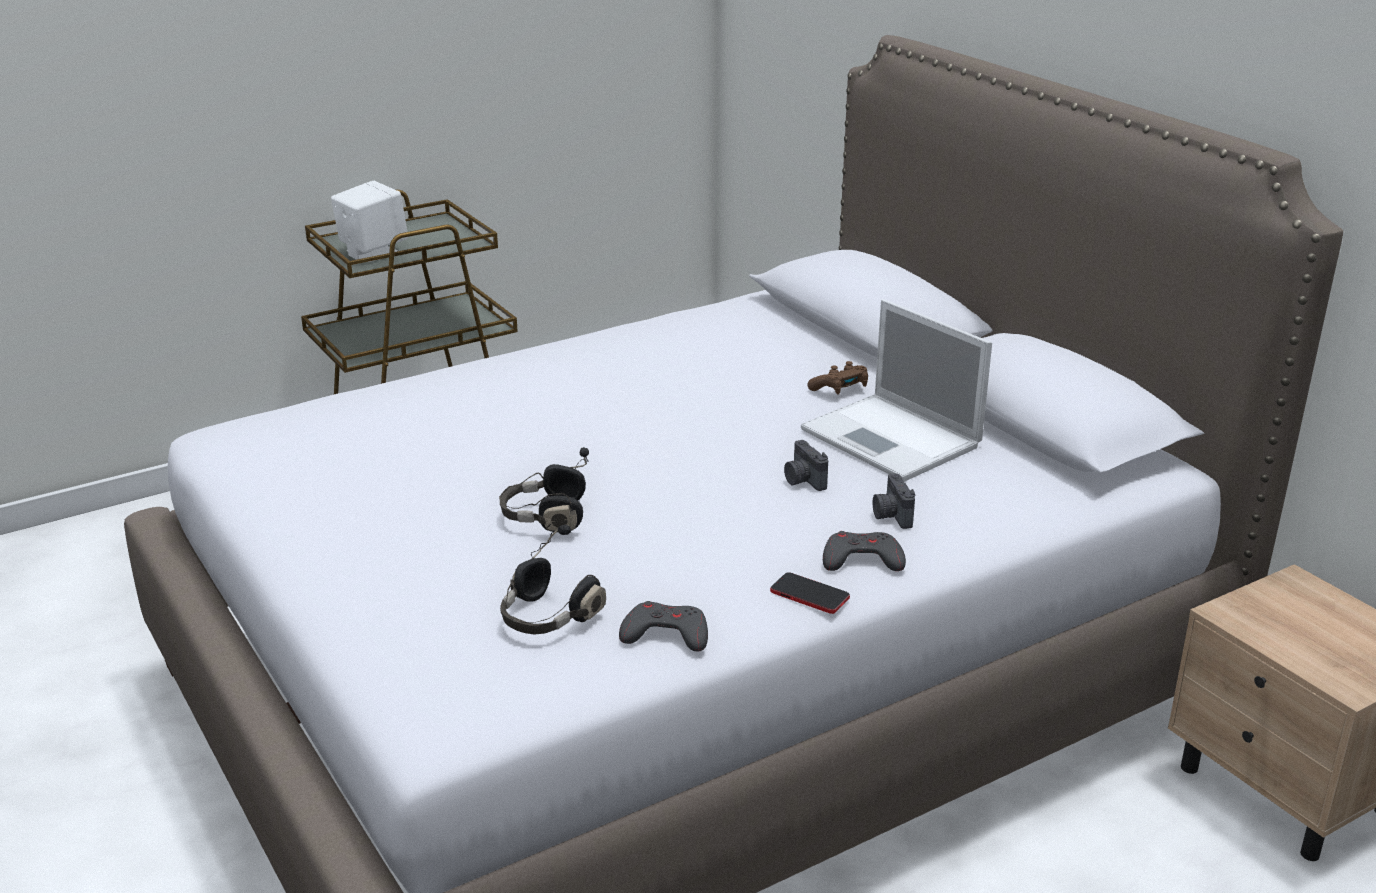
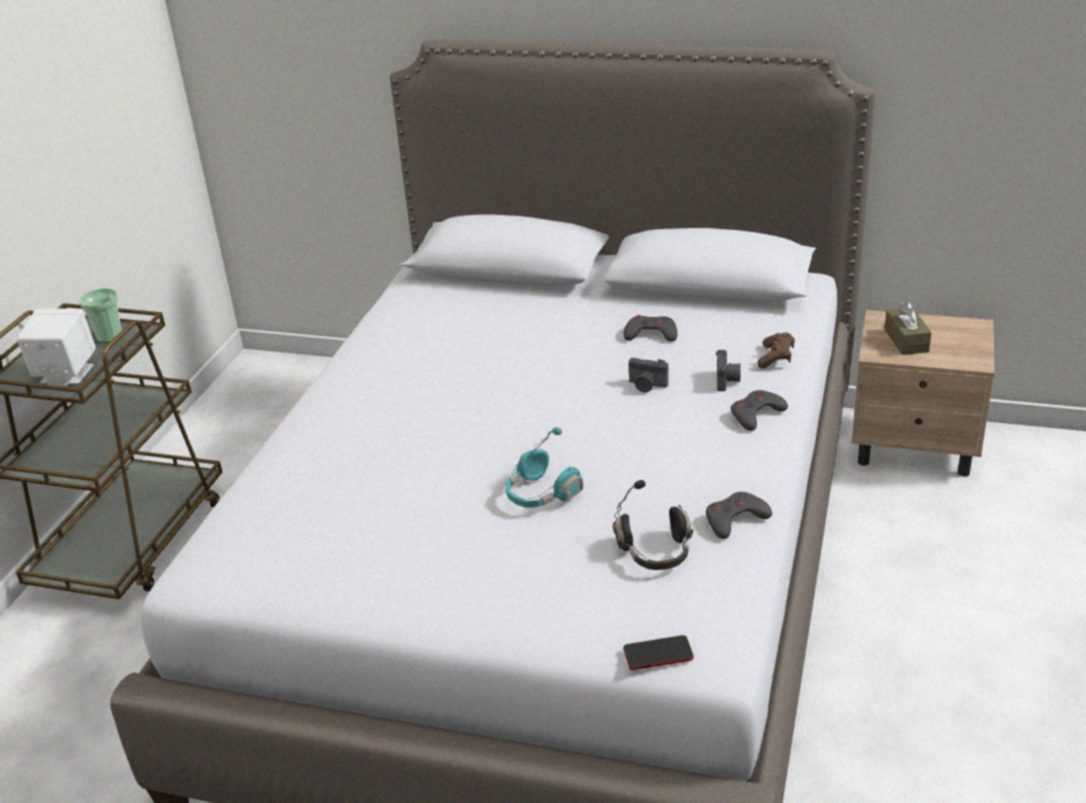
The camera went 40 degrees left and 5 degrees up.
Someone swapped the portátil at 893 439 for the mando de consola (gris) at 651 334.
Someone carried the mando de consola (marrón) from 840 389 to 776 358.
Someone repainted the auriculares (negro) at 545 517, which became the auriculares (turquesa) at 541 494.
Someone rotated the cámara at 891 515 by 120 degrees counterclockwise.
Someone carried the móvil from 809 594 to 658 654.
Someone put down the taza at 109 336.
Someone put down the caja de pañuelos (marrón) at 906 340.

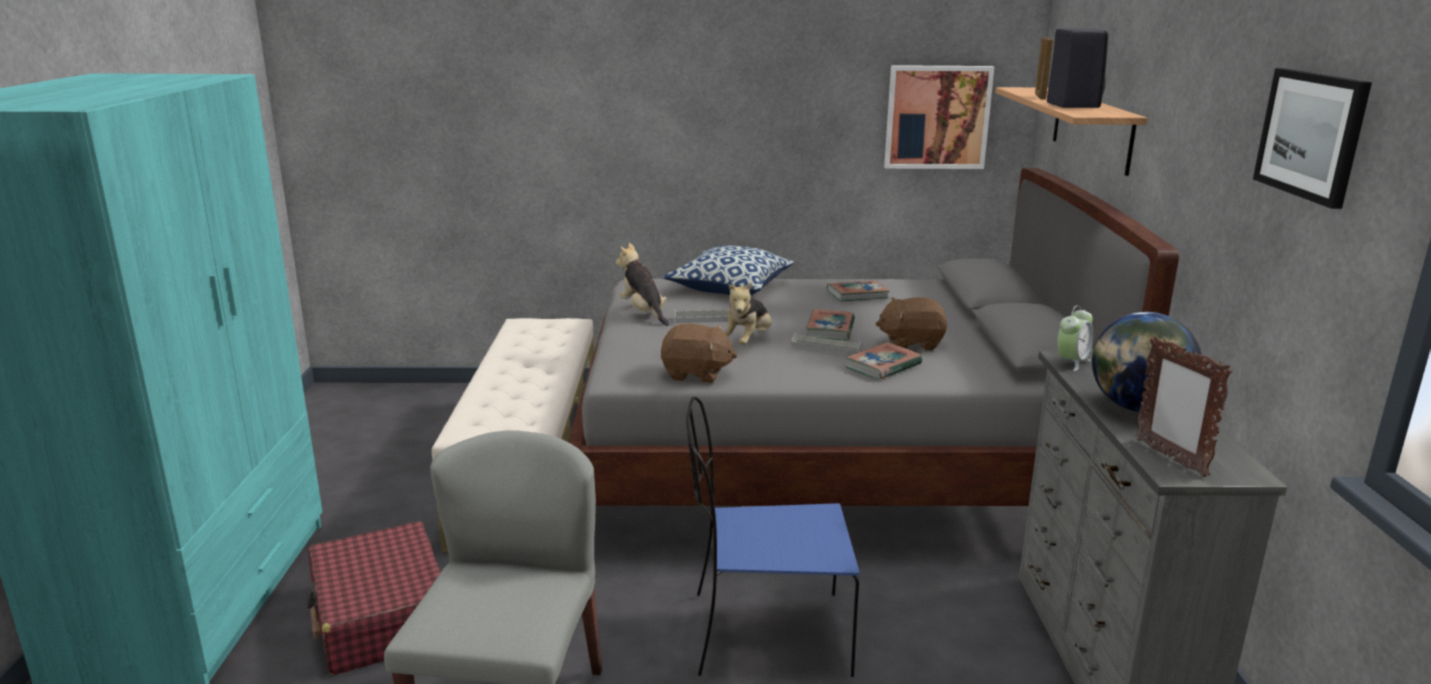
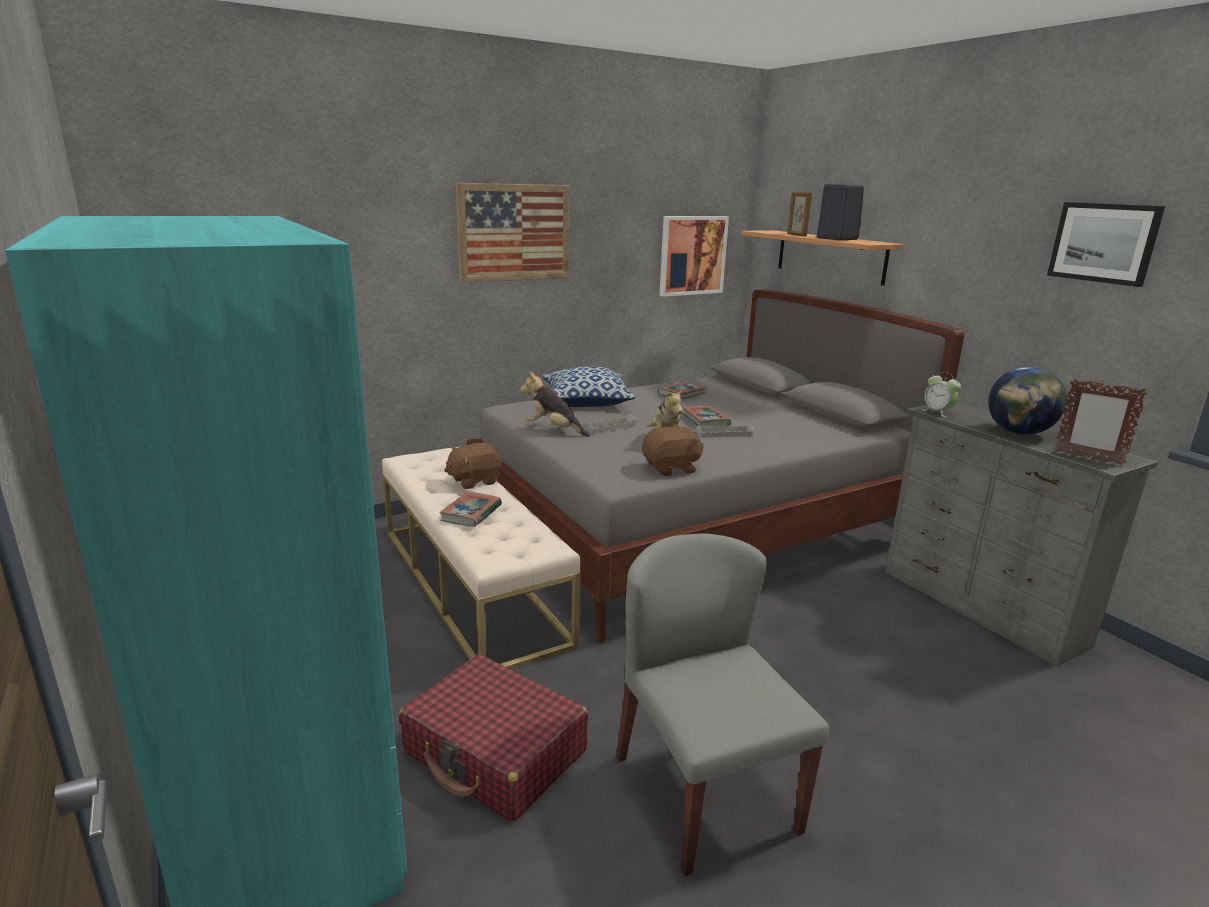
The camera went 30 degrees left and 0 degrees up.
Someone carried the peluche (marrón) from 911 343 to 474 481.
Someone rotated the despertador at 1071 362 by 135 degrees clockwise.
Someone carried the libro from 883 366 to 471 513.
Someone took away the silla (azul) at 765 634.
Someone put up the cuadro at 514 232.

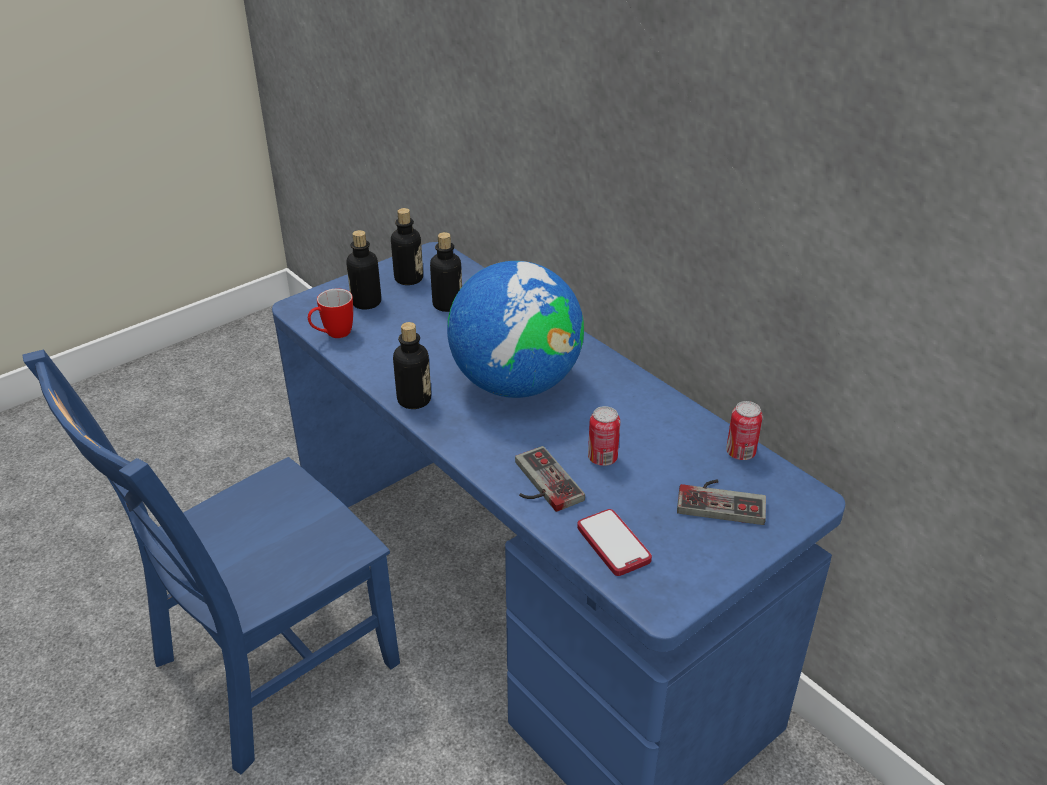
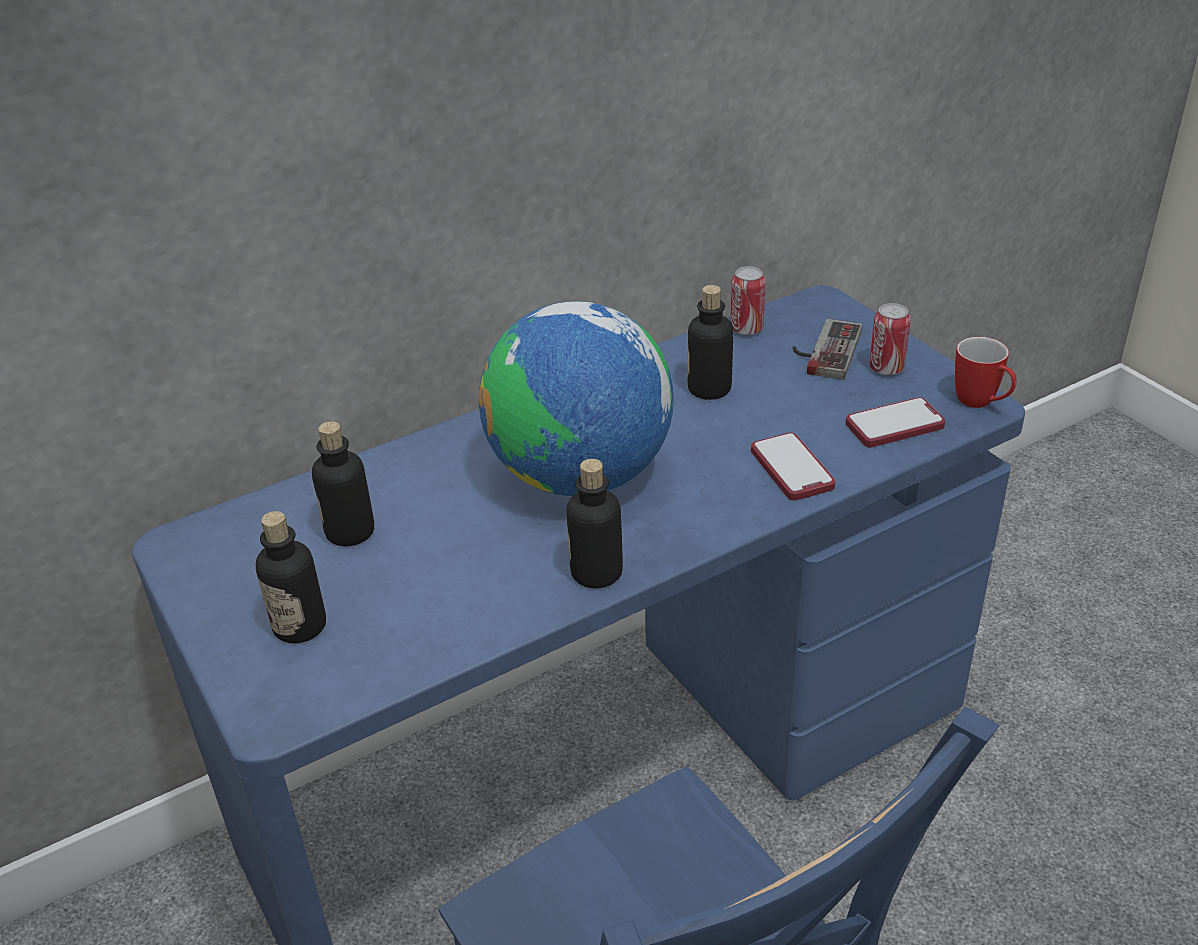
The camera went 80 degrees left and 0 degrees up.
Someone carried the botella from 408 278 to 709 389.
Someone carried the taza grande from 333 335 to 981 403.
Someone carried the lata from 602 458 to 886 368.
Someone swapped the mando de consola at 540 484 for the móvil at 792 469.

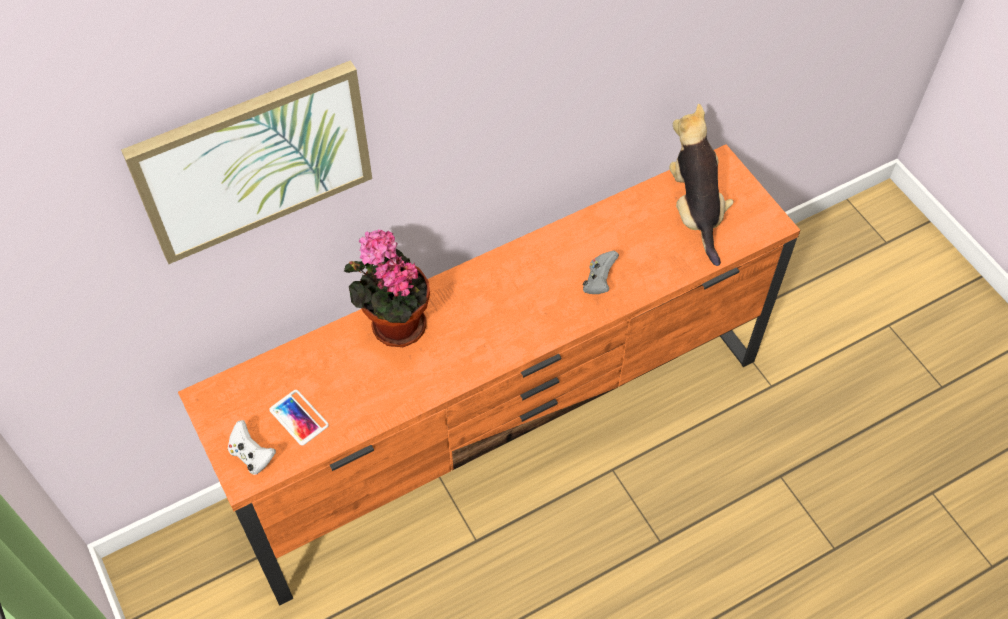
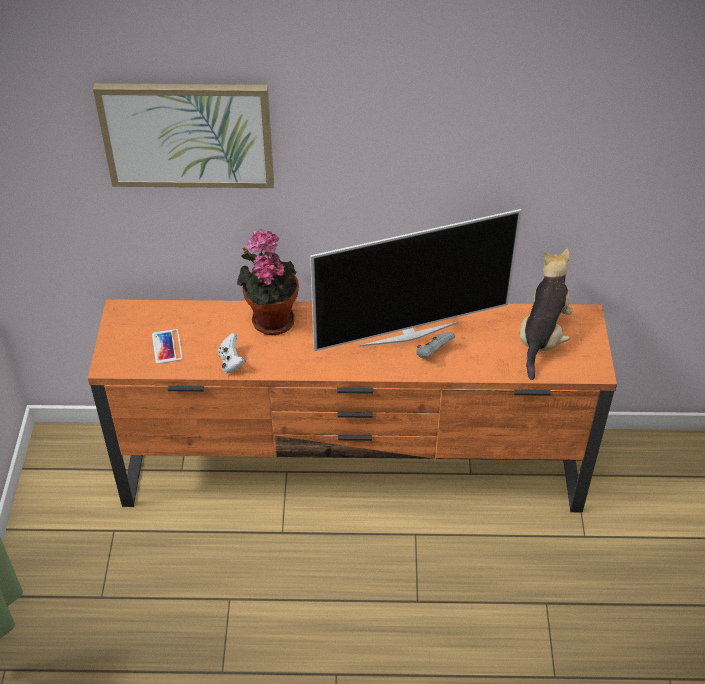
The camera went 30 degrees right and 10 degrees down.
Someone carried the mando de consola (blanco) from 252 456 to 231 362.
Someone put down the televisor at 408 333.

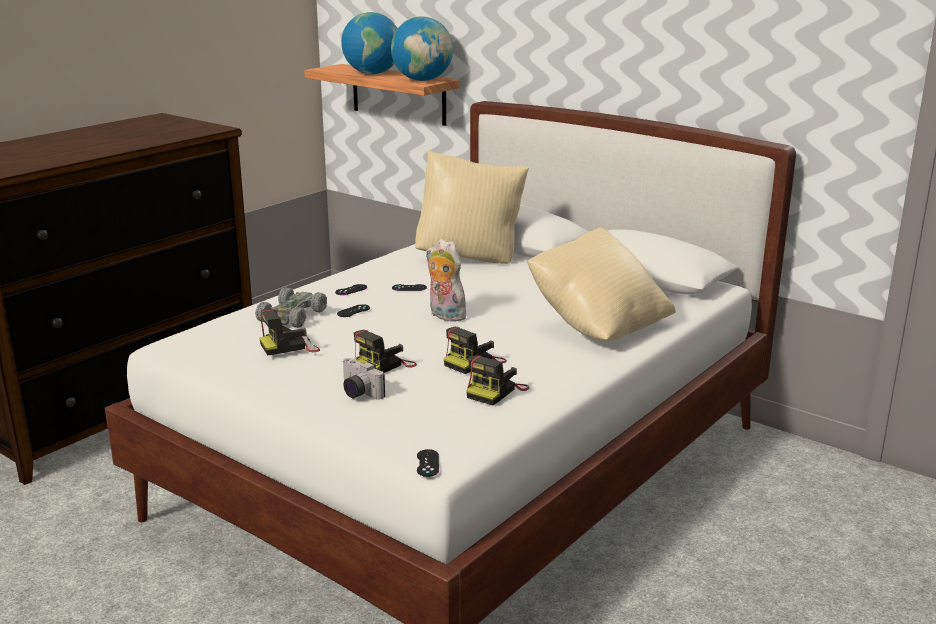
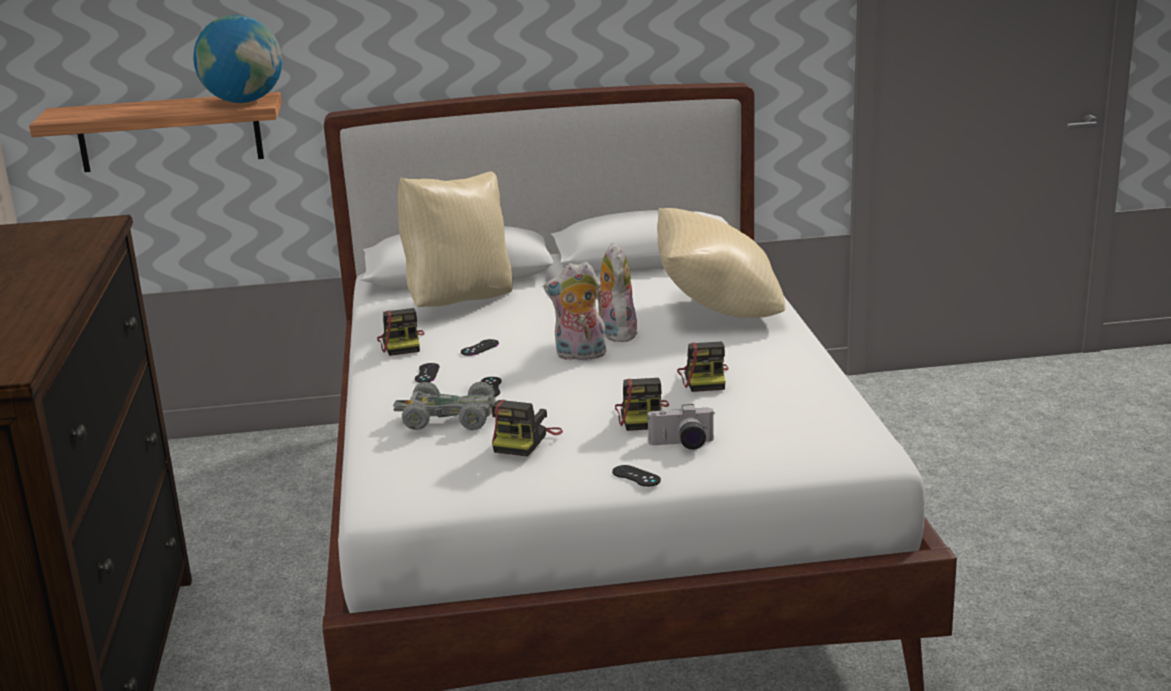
The camera went 45 degrees left and 0 degrees up.
Someone took away the globo terráqueo at 372 73.
Someone rotated the coche de juguete (gris) at 292 317 by 120 degrees clockwise.
Someone carried the cámara from 496 391 to 402 344.
Someone carried the mando de consola (negro) from 427 463 to 636 476.
Someone put down the peluche at 615 333.

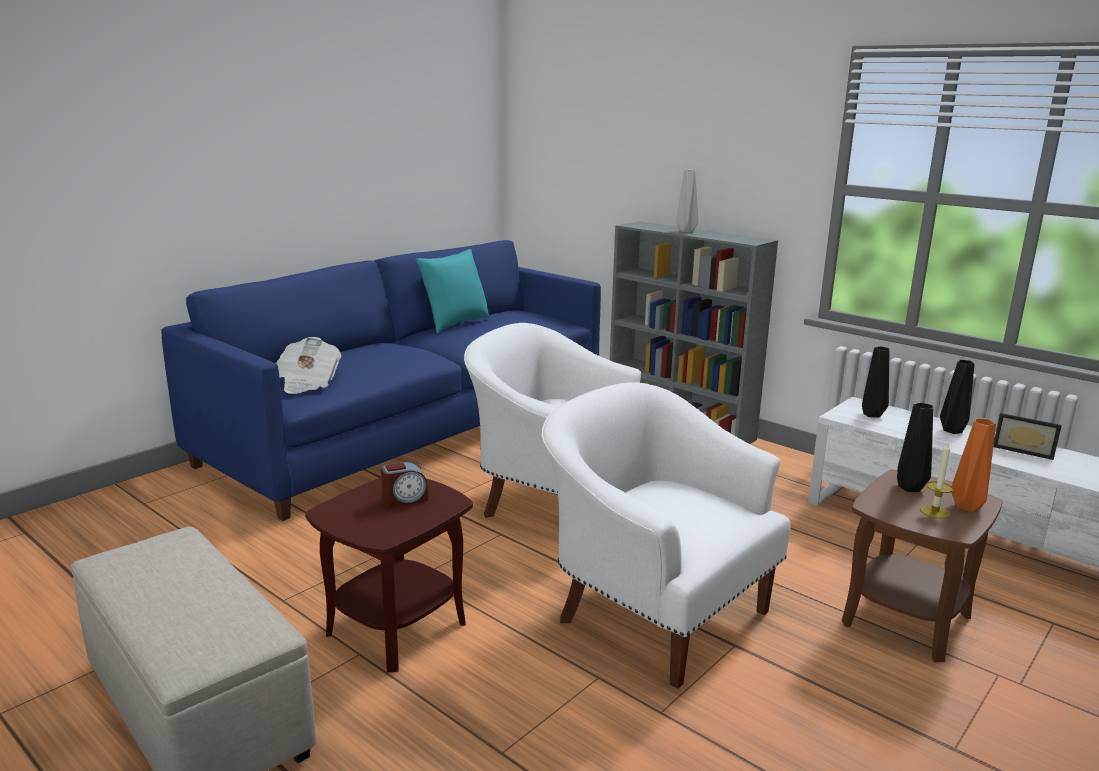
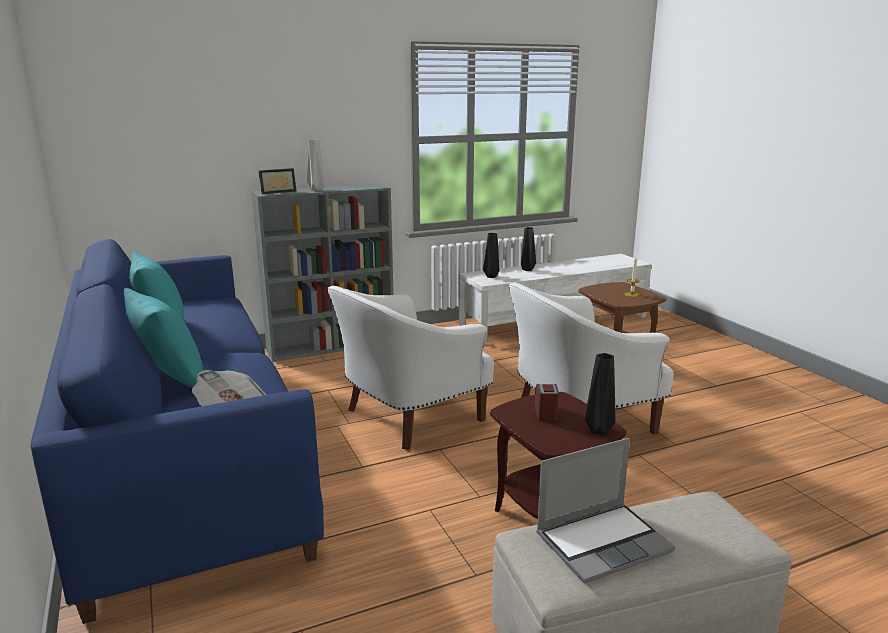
The camera went 65 degrees left and 0 degrees up.
Someone carried the florero (negro) from 910 488 to 600 431.
Someone carried the portarretratos from 1023 450 to 277 192.
Someone took away the florero (naranja) at 968 507.
Someone put down the cojín (turquesa) at 170 382.
Someone put down the portátil at 603 542.

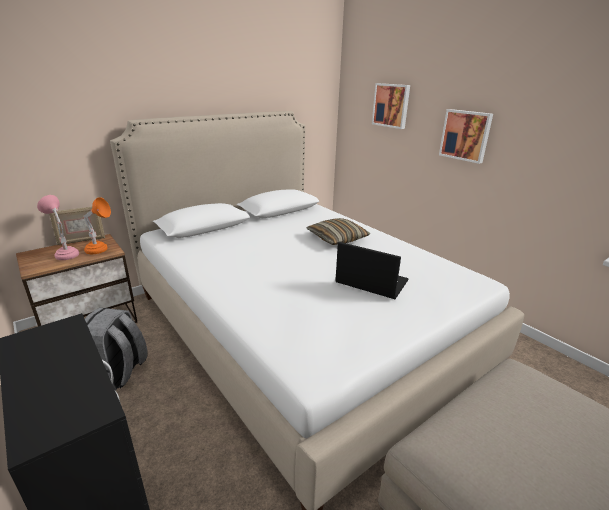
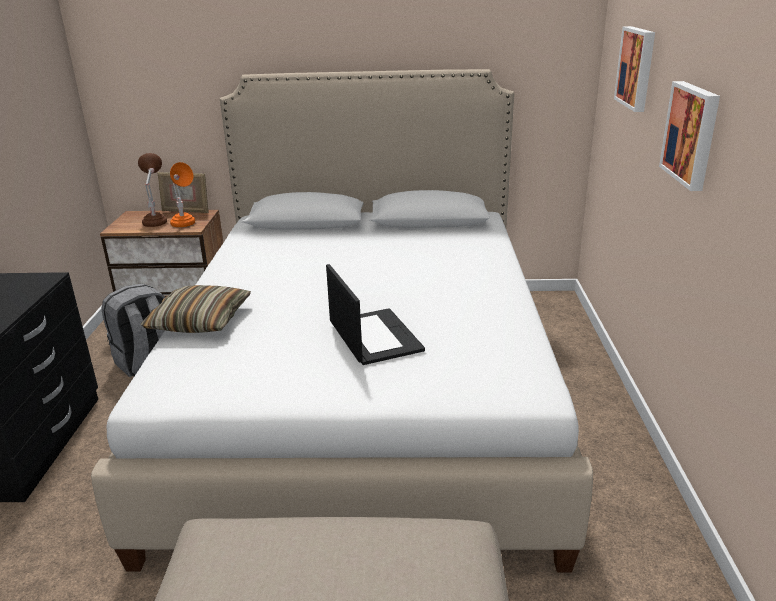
The camera went 40 degrees right and 0 degrees up.
Someone repainted the lámpara de mesa (rosa) at 65 253, which became the lámpara de mesa (marrón) at 156 220.
Someone carried the cojín from 337 238 to 200 321.

